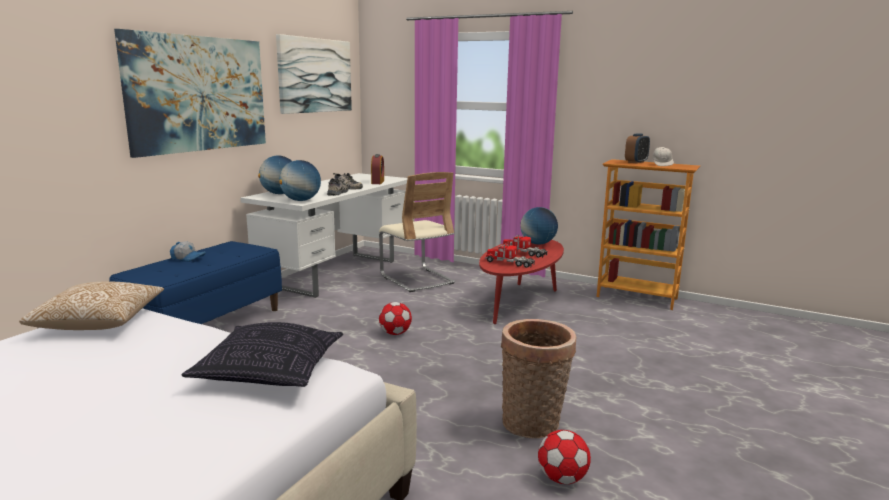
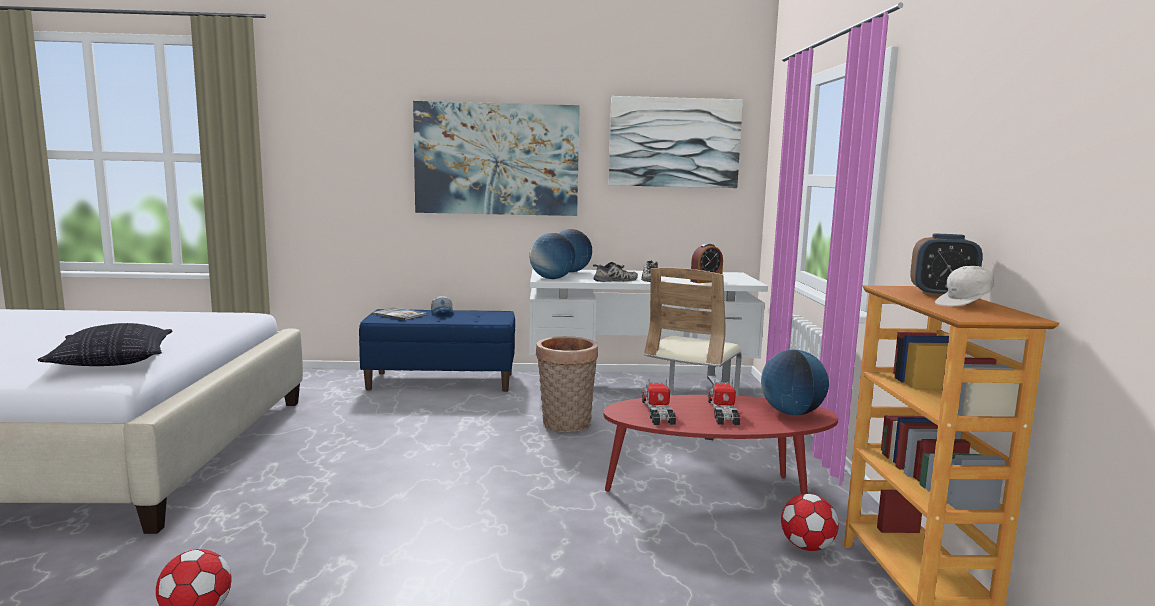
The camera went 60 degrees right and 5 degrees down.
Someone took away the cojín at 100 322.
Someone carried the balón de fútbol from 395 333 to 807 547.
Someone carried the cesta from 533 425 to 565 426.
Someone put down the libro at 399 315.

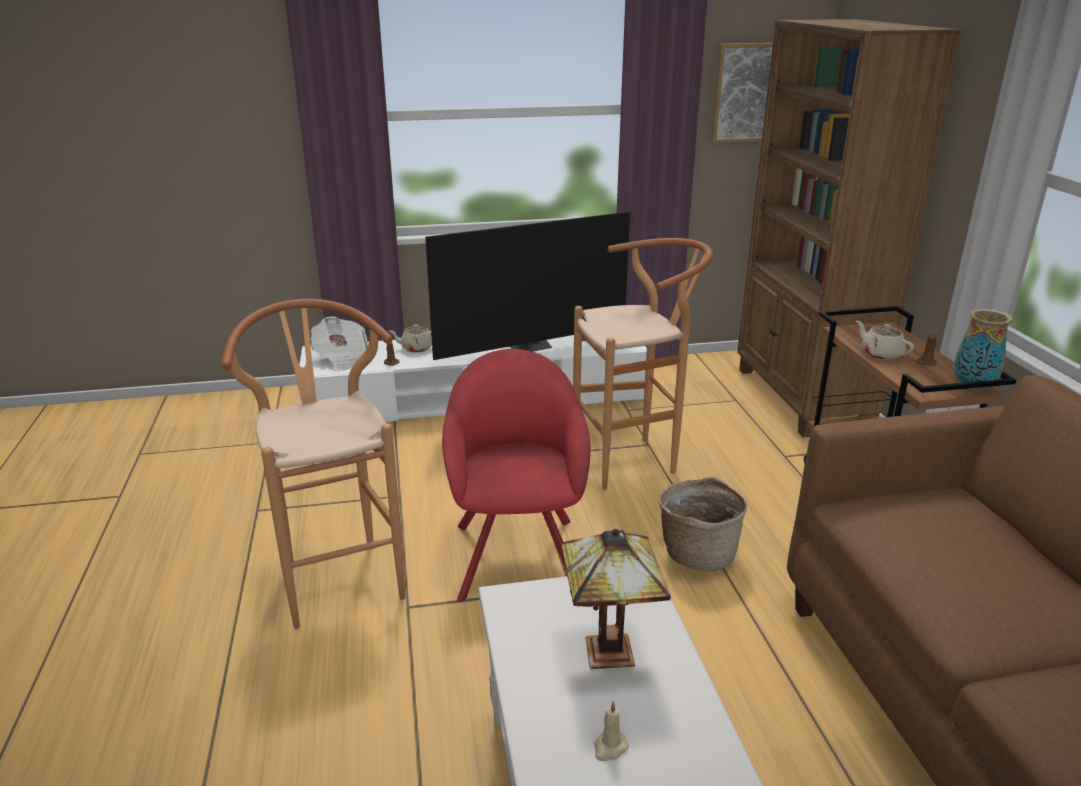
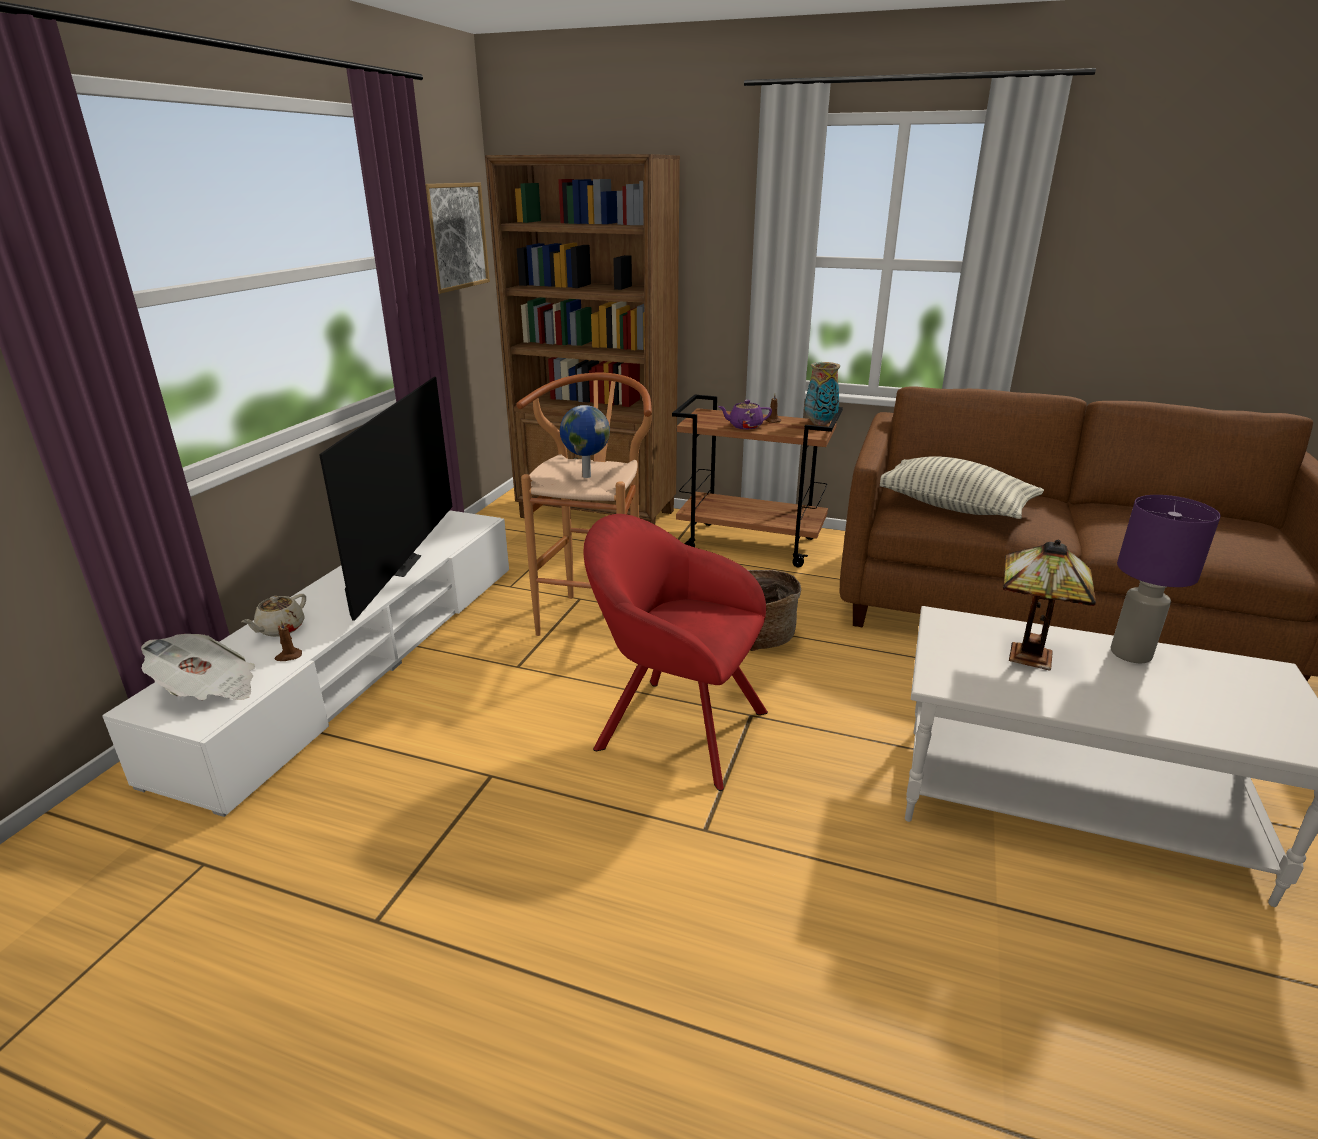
The camera went 60 degrees left and 0 degrees up.
Someone took away the taburete (marrón) at 338 575.
Someone repainted the tetera (beis) at 880 354, which became the tetera (morado) at 744 426.
Someone took away the vela (beis) at 609 748.
Someone put down the globo terráqueo at 586 476.
Someone put down the cojín at 952 507.
Someone put down the lámpara de mesa (morado) at 1129 654.

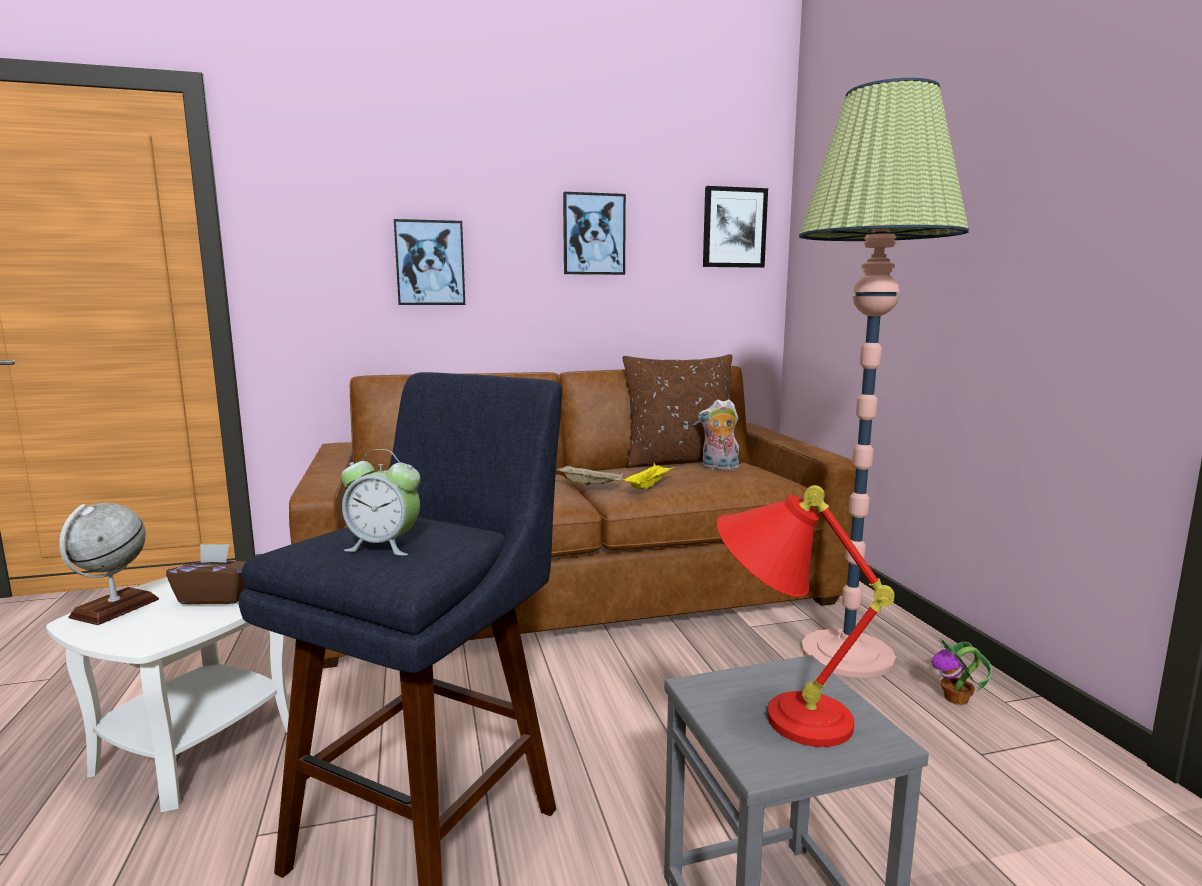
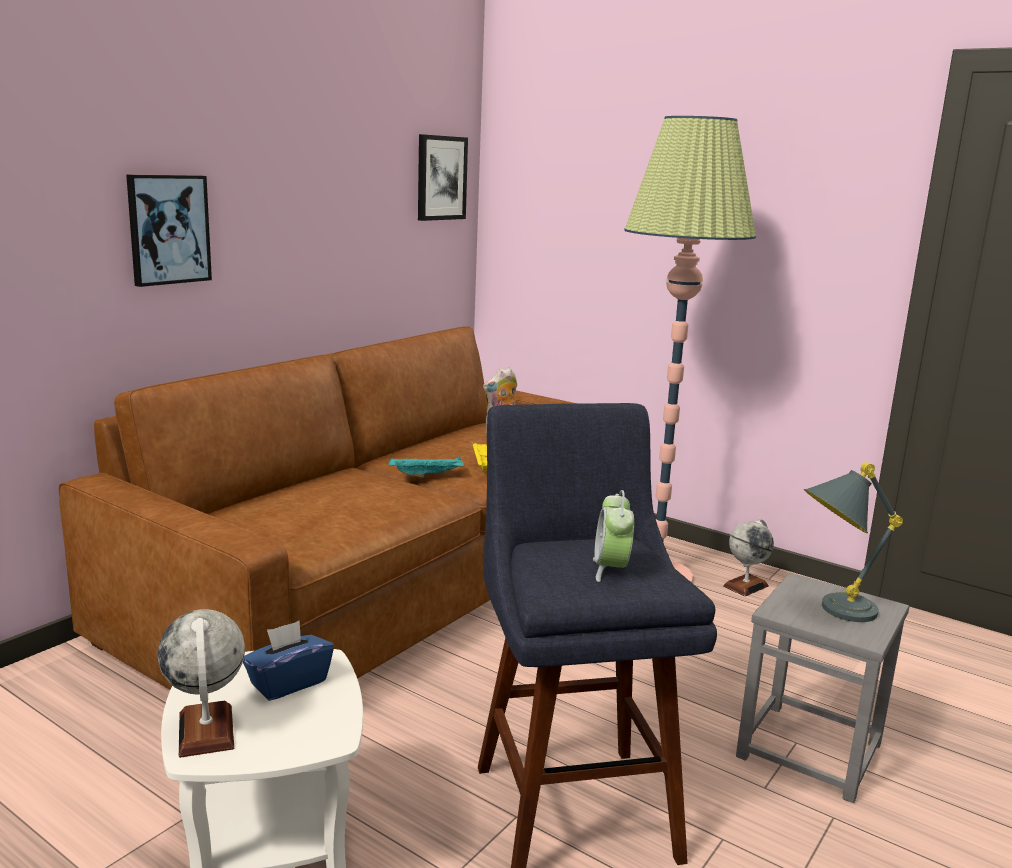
The camera went 40 degrees left and 5 degrees up.
Someone took away the cuadro at 593 234.
Someone took away the cojín (marrón) at 679 461.
Someone rotated the despertador at 384 546 by 120 degrees clockwise.
Someone repainted the bandeja (beis) at 591 486, which became the bandeja (turquesa) at 427 475.
Someone repainted the lámpara de mesa (rojo) at 777 713, which became the lámpara de mesa (gris) at 831 611.
Someone repainted the caja de pañuelos (marrón) at 216 597, which became the caja de pañuelos (azul) at 288 683.
Someone swapped the planta en maceta at 956 699 for the globo terráqueo at 745 586.

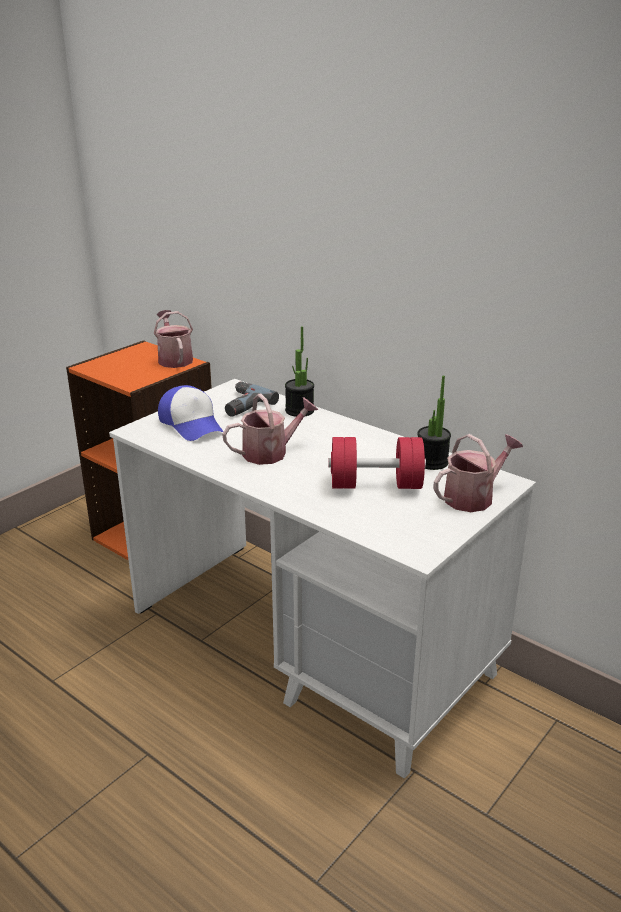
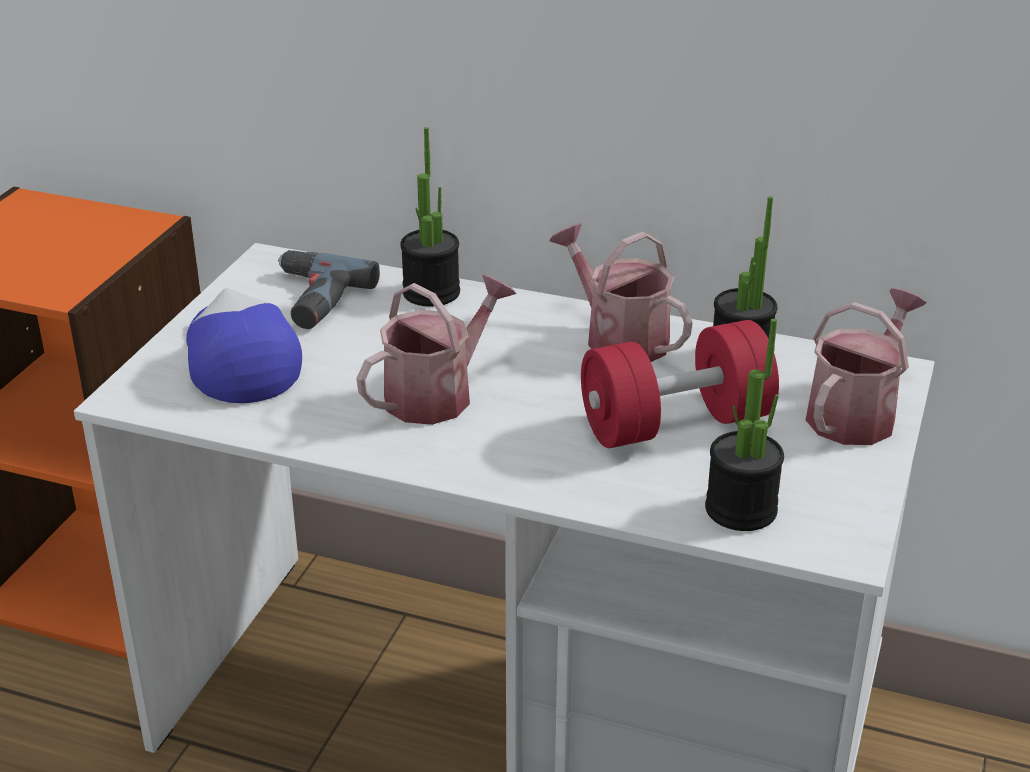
The camera went 20 degrees left and 5 degrees up.
Someone carried the regadera from 174 359 to 619 338.
Someone rotated the gorra at 192 424 by 150 degrees counterclockwise.
Someone put down the planta en maceta at 741 509.

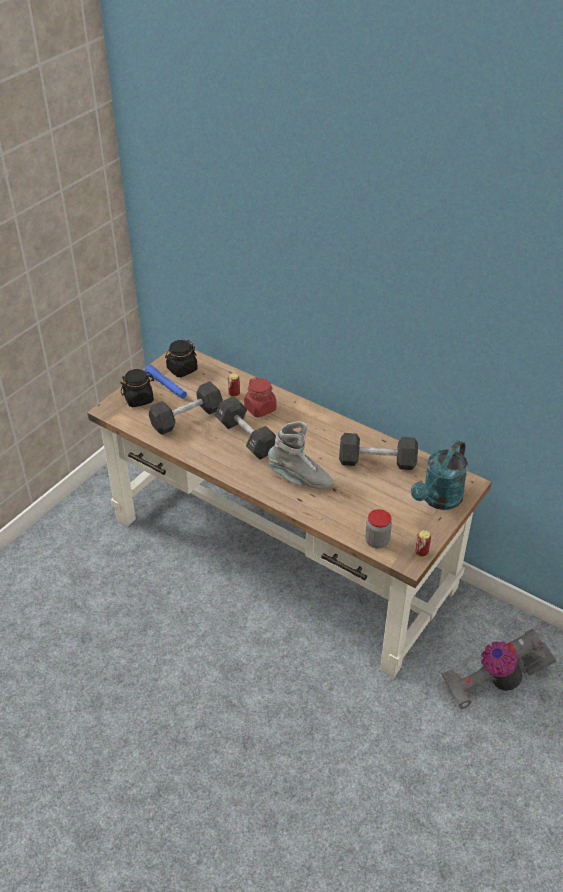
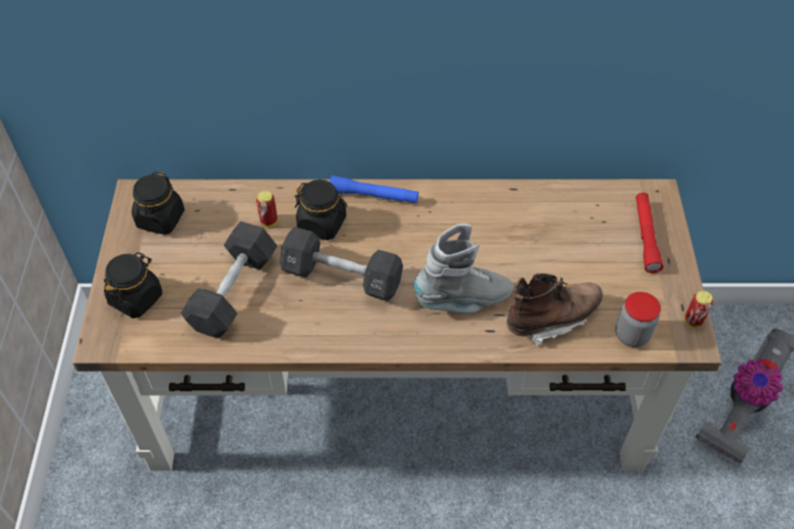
The camera went 35 degrees left and 10 degrees up.
Someone carried the linterna (azul) from 166 386 to 374 196.
Someone repainted the tarro (rojo) at 260 408, which became the tarro (negro) at 322 224.
Someone took away the mancuerna (negro) at 377 461.
Someone swapped the regadera (turquesa) at 438 500 for the linterna (rojo) at 646 236.
Someone put down the bota (marrón) at 552 319.

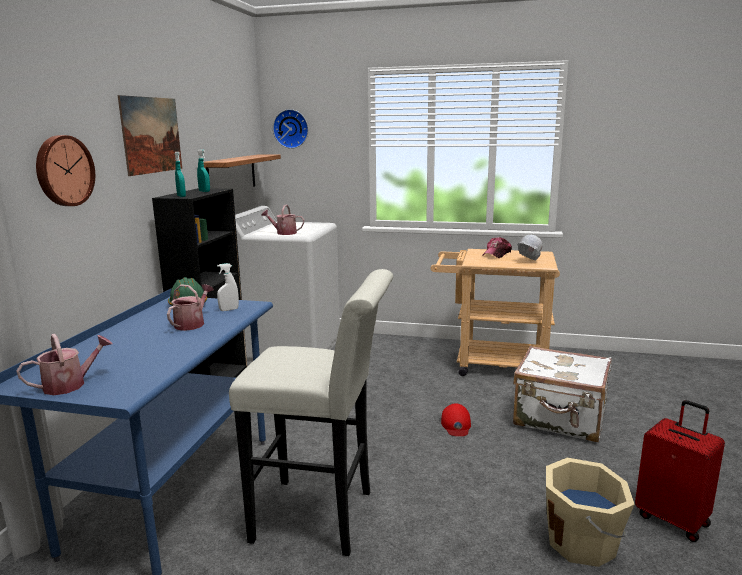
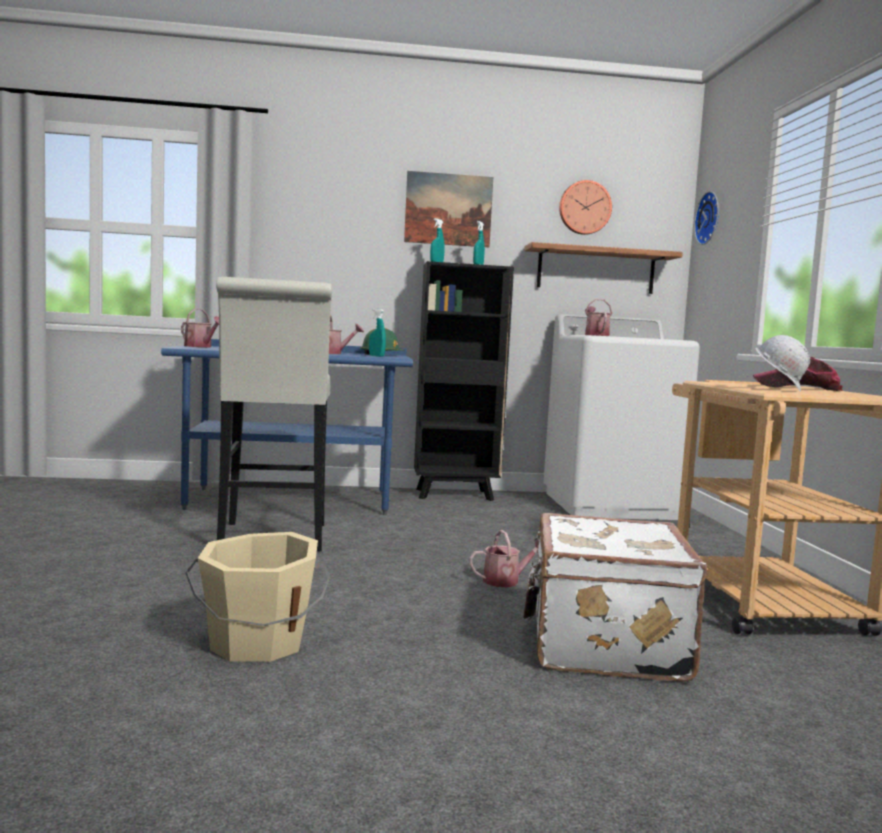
The camera went 70 degrees right and 10 degrees down.
Someone carried the reloj de pared from 63 171 to 584 208.
Someone repainted the pulverizador (blanco) at 229 309, which became the pulverizador (turquesa) at 376 356.
Someone took away the maleta (rojo) at 673 519.
Someone swapped the gorra (rojo) at 456 425 for the regadera at 506 581.

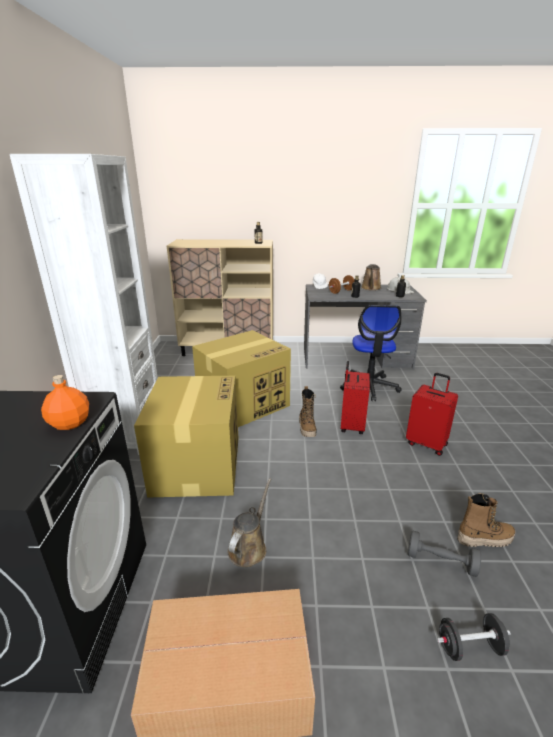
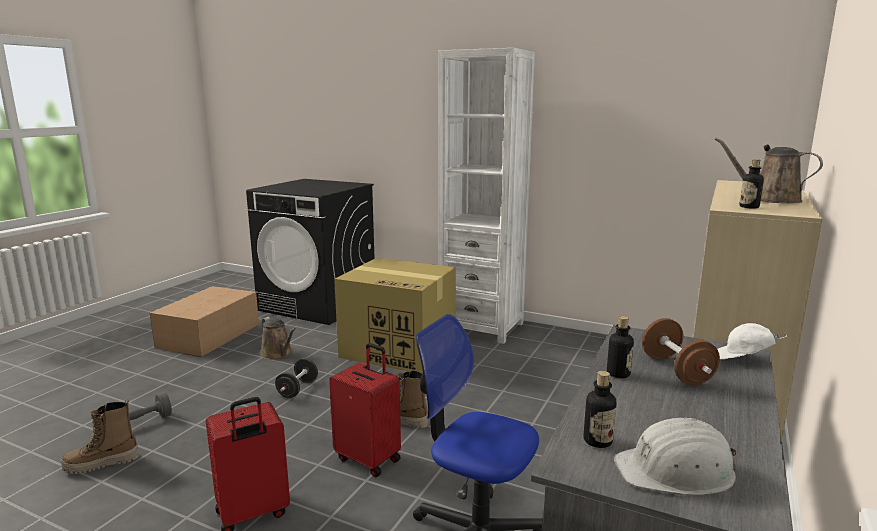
The camera went 115 degrees right and 10 degrees down.
Someone carried the regadera (marrón) from 371 288 to 769 199.
Someone took away the caja de cartón at 244 403.
Someone took away the botella (naranja) at 70 423.
Someone rotated the bota at 484 538 by 45 degrees clockwise.
Someone carried the mancuerna (negro) from 469 647 to 297 389.

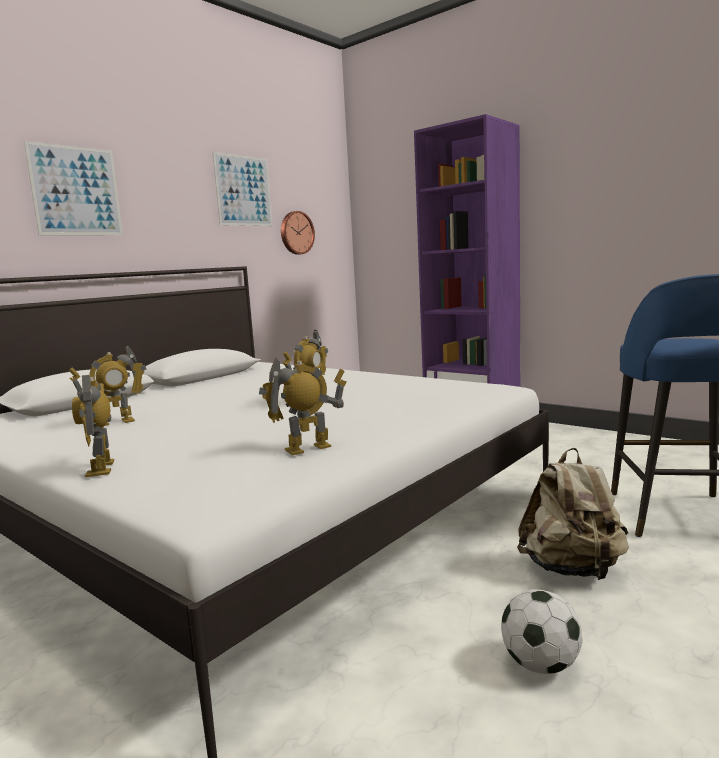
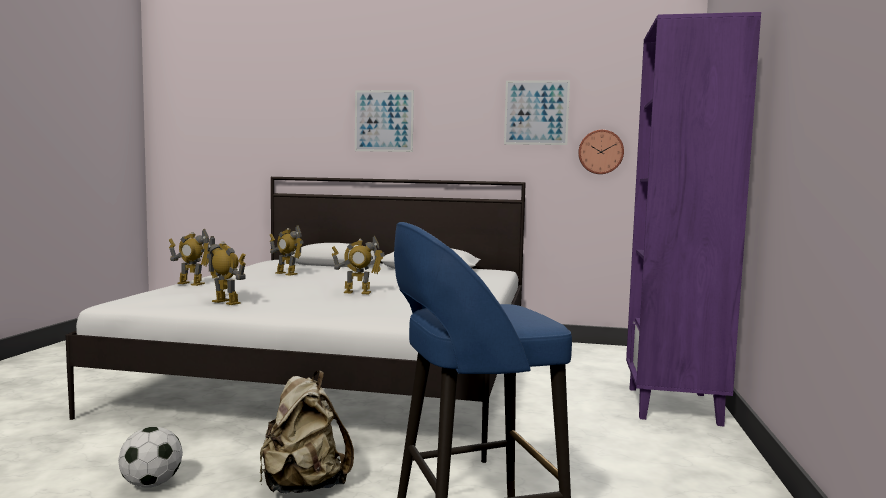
The camera went 60 degrees right and 5 degrees down.
Someone rotated the robot de juguete at 102 468 by 120 degrees counterclockwise.

